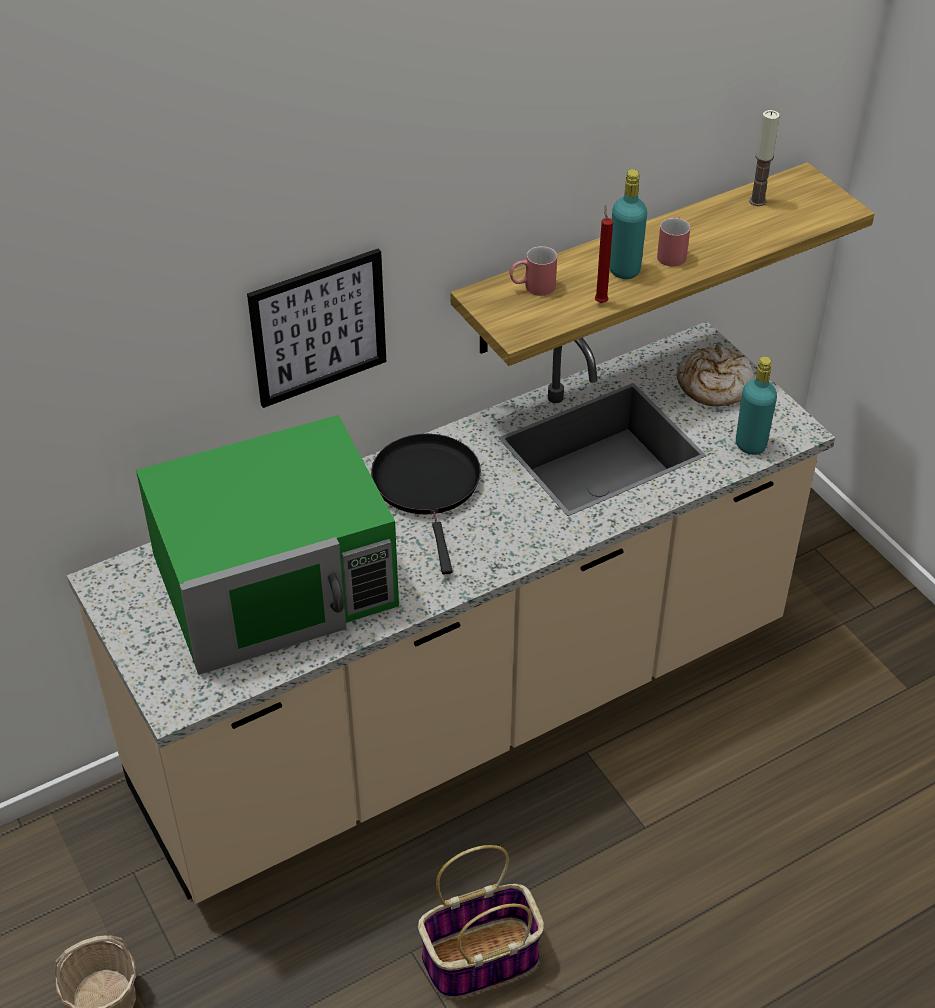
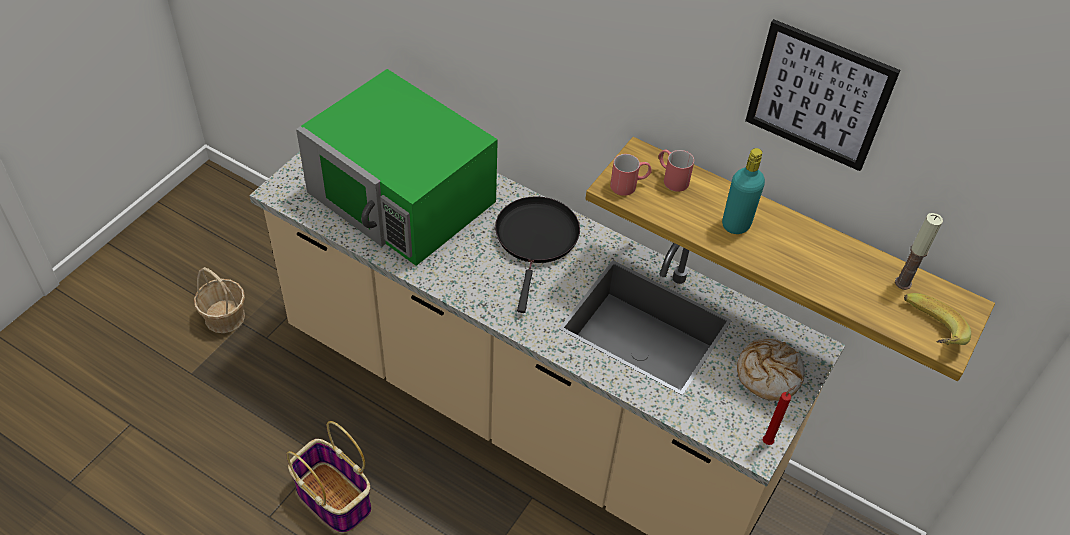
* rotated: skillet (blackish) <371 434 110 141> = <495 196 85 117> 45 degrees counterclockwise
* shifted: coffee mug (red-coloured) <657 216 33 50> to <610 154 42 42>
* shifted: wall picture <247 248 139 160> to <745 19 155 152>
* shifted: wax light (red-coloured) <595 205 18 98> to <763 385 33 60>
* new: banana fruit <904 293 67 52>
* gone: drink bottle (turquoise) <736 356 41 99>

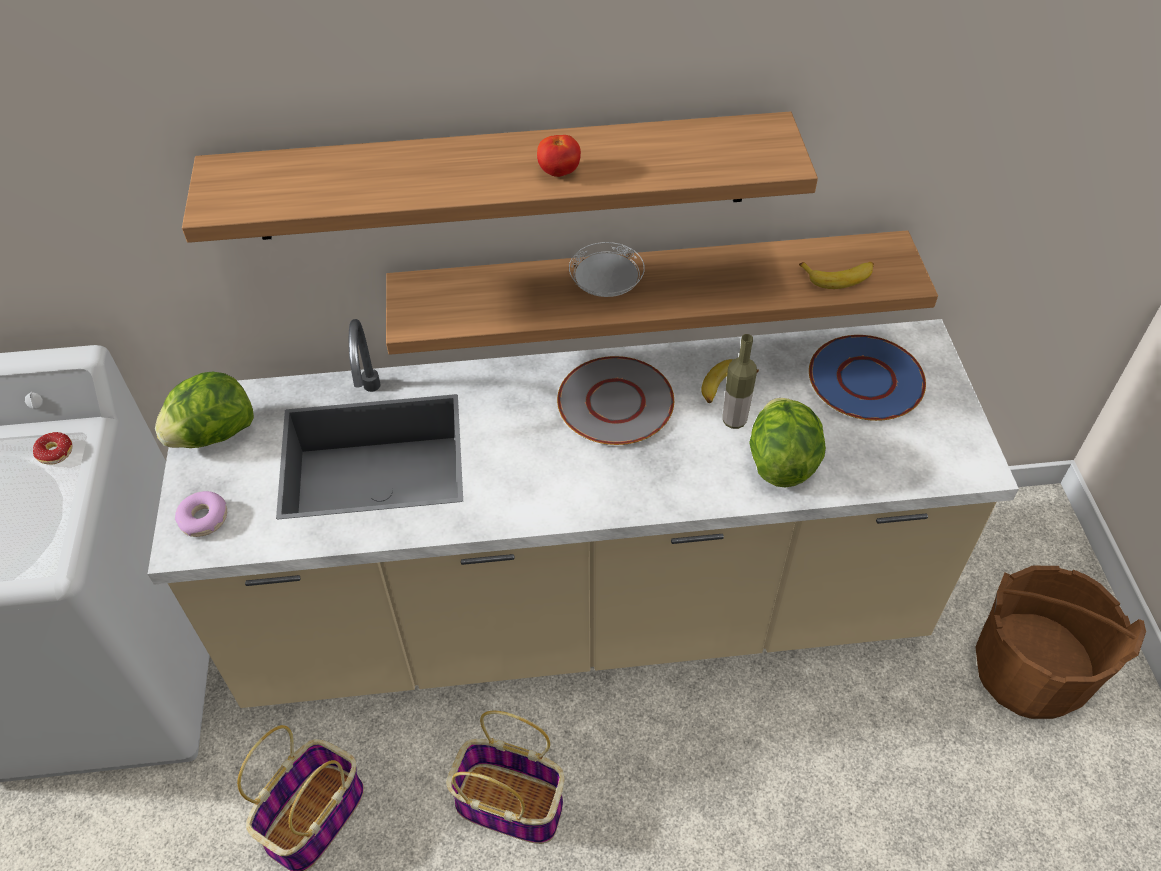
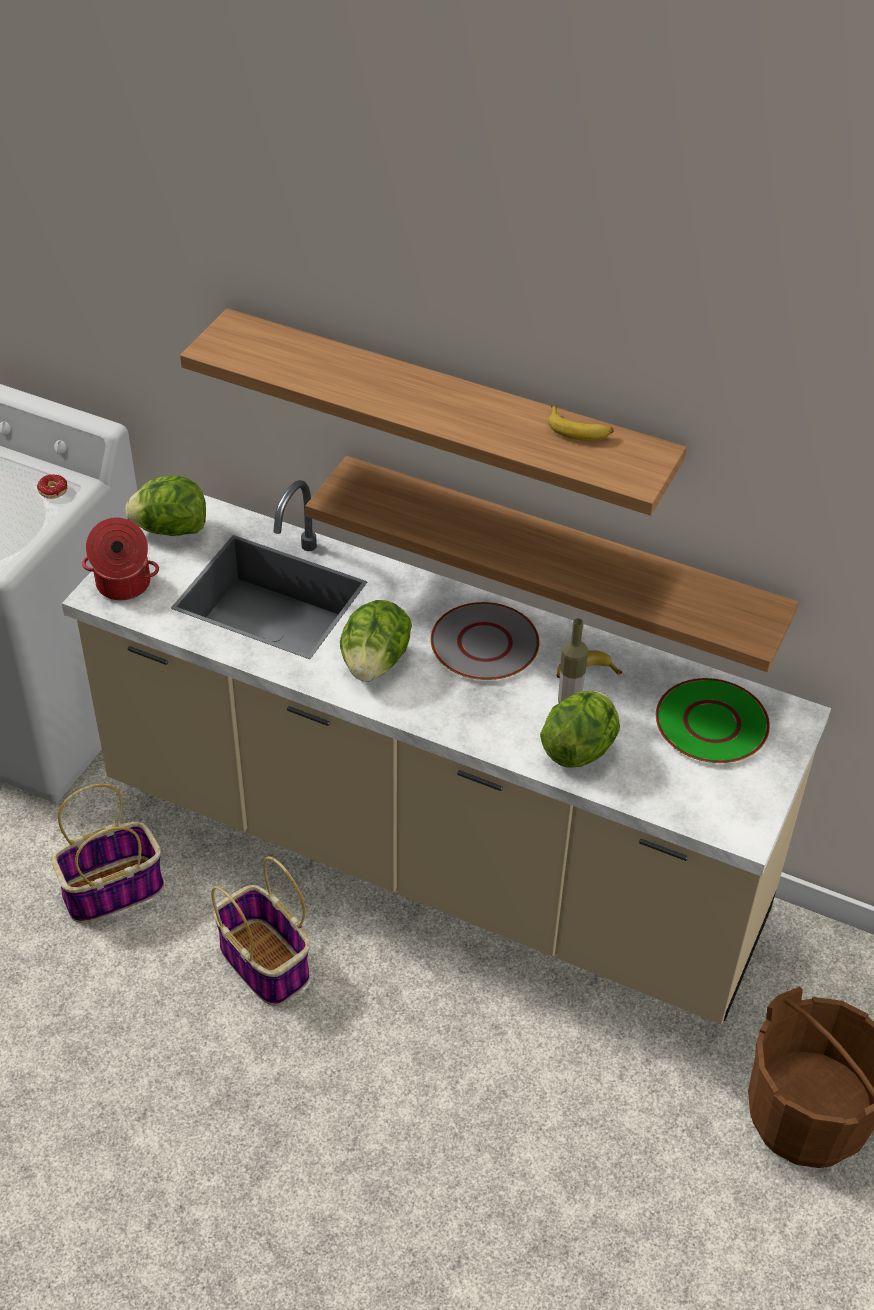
* swapped: ring doughnut <175 491 52 46> to cooking pot <82 518 77 82>
* new: lettuce head <340 600 72 82>
* shifted: banana fruit <799 262 75 27> to <548 405 66 36>
* repainted: dinner plate (blue) <809 335 117 86> to dinner plate (greenish) <656 678 114 85>
* gone: whole tomato <537 135 44 42>
* gone: dinner plate (whitish) <569 242 76 55>

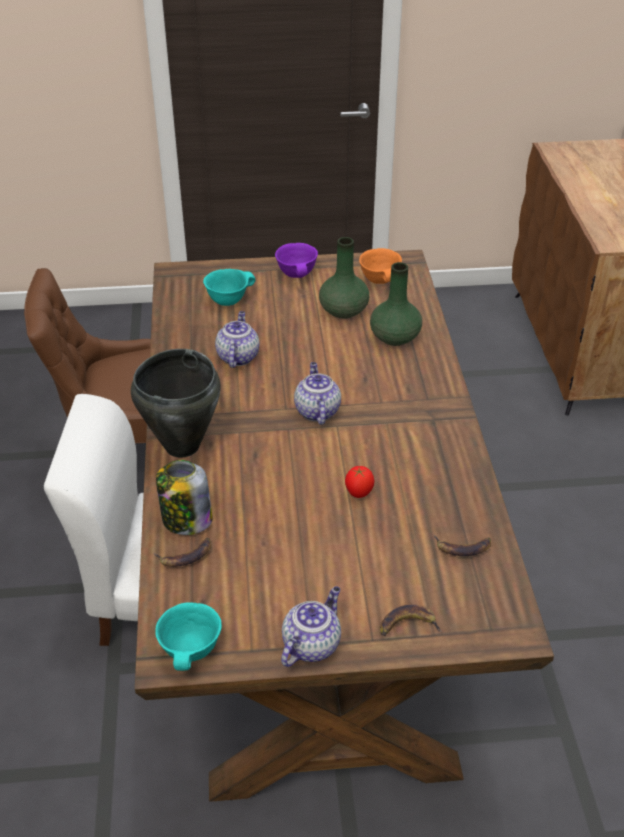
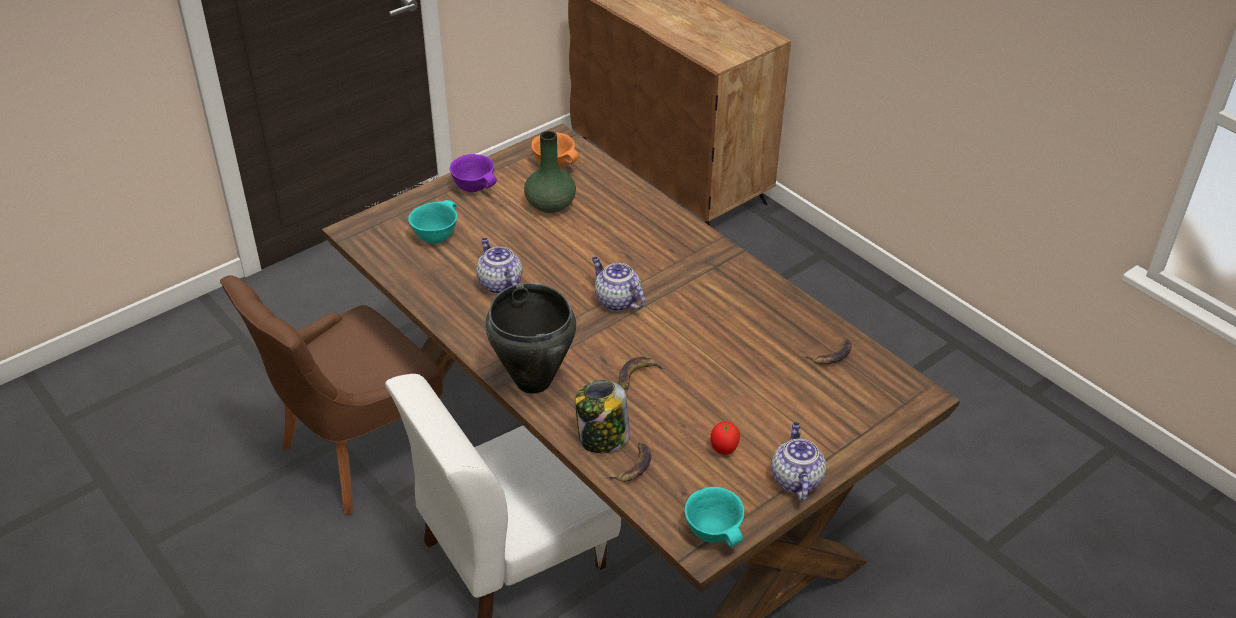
* shifted: banana fruit <380 605 62 31> to <619 356 46 34>
* shifted: whole tomato <345 466 29 32> to <710 422 30 33>
* gone: vase (greenish) <370 262 52 84>

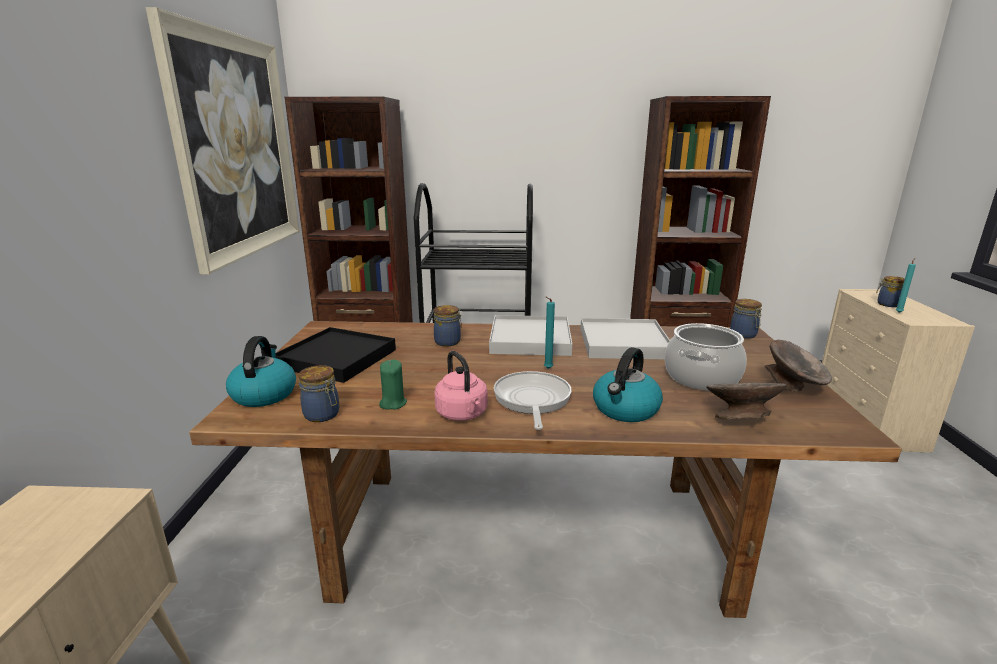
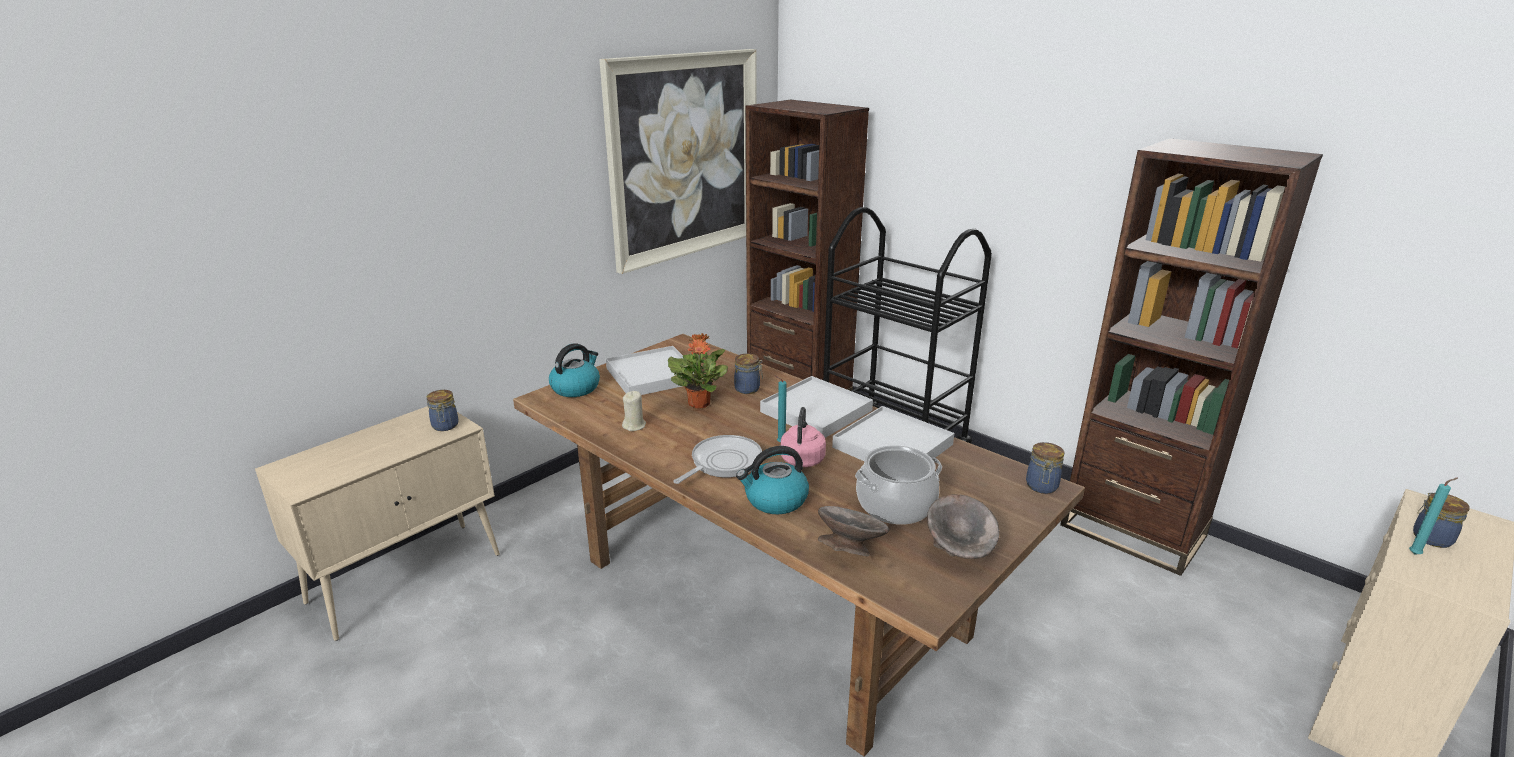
* shifted: preserve jar <298 365 41 57> to <427 390 32 41>
* repainted: tray (blackish) <275 327 121 56> to tray (whitish) <606 346 88 49>
* repainted: wax light (greenish) <379 360 28 50> to wax light (sand-coloured) <622 391 24 40>
* new: potted plant <668 333 60 76>
* shifted: kettle (pink-coloured) <434 351 54 70> to <781 407 45 60>

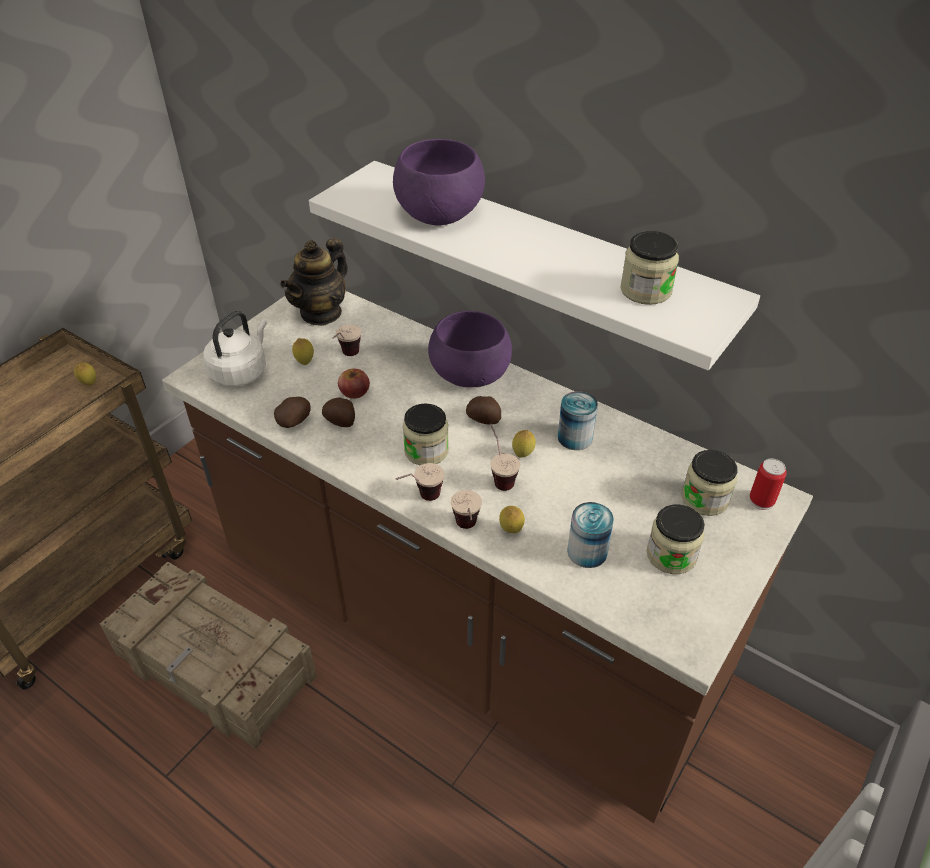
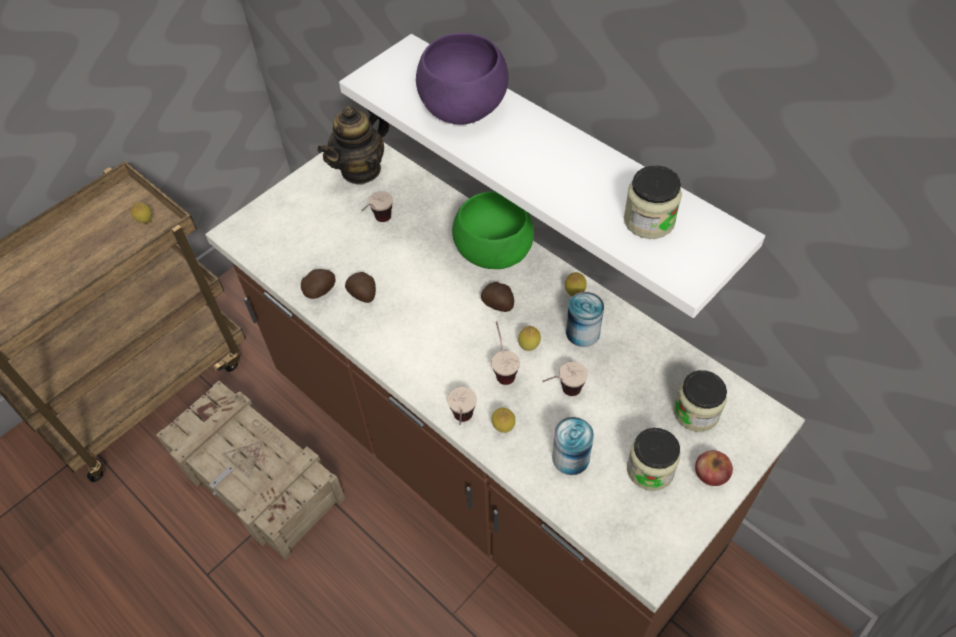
* repainted: bowl (purple-coloured) <428 311 84 76> to bowl (greenish) <452 191 82 78>
* shifted: small cup <396 463 48 38> to <542 362 46 34>
* shifted: lemon <292 338 22 27> to <565 272 22 25>
* shifted: apple <338 369 32 30> to <695 450 38 36>
* gone: kettle (whitish) <203 311 64 76>
* gone: preserve jar <403 403 46 62>
* gone: metal can <749 459 38 51>

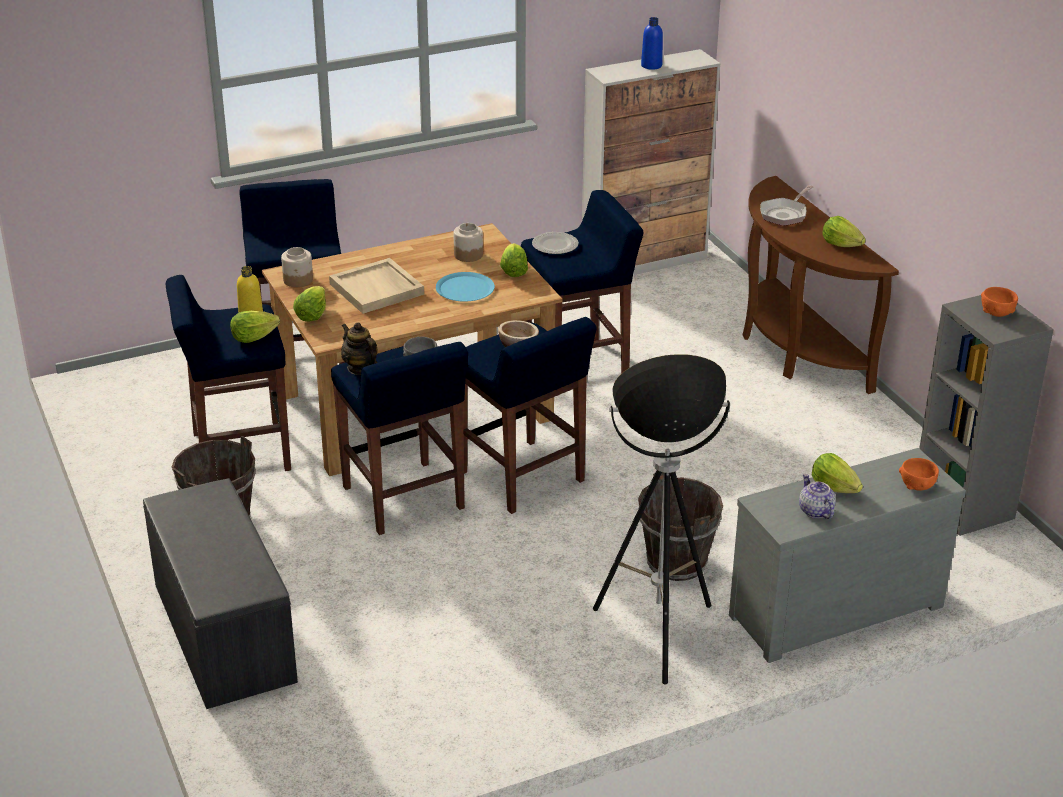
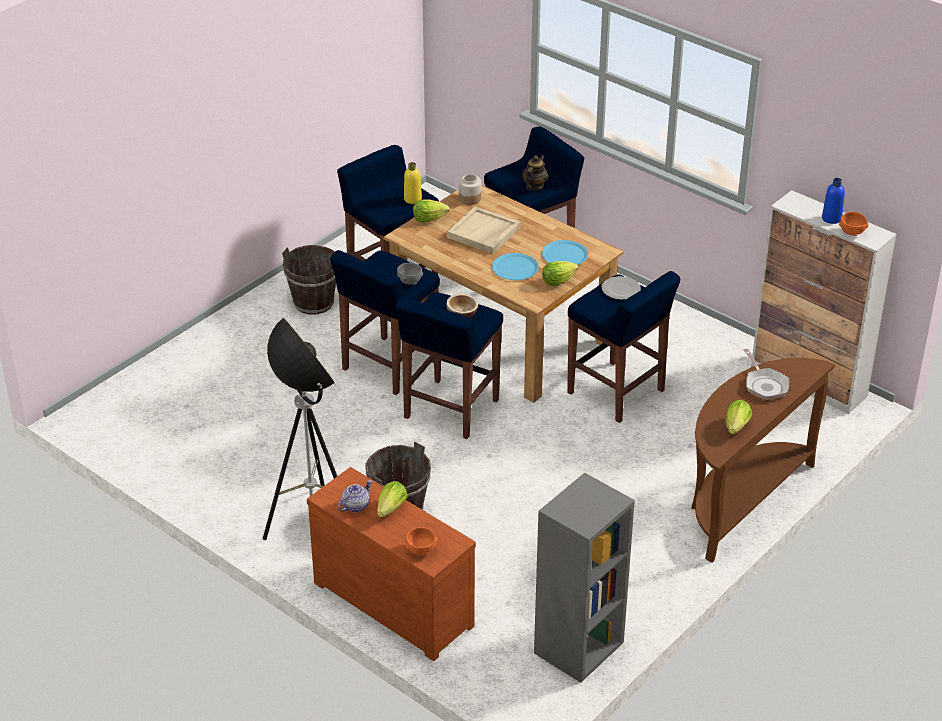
* repainted: dresser (grey) <729 448 237 215> to dresser (brownish) <307 467 169 194>
* shifted: pot for tea <341 322 37 53> to <522 155 26 36>
* swapped: preserve jar <454 223 29 39> to dinner plate (blue) <542 240 46 25>
* rotated: skillet <760 185 53 41> = <743 349 46 51> 120 degrees counterclockwise
* shifted: bowl (orange-coloured) <981 287 37 30> to <839 212 30 24>
* gone: bench (grey) <143 478 155 231>
* gone: lettuce head <230 311 50 32>

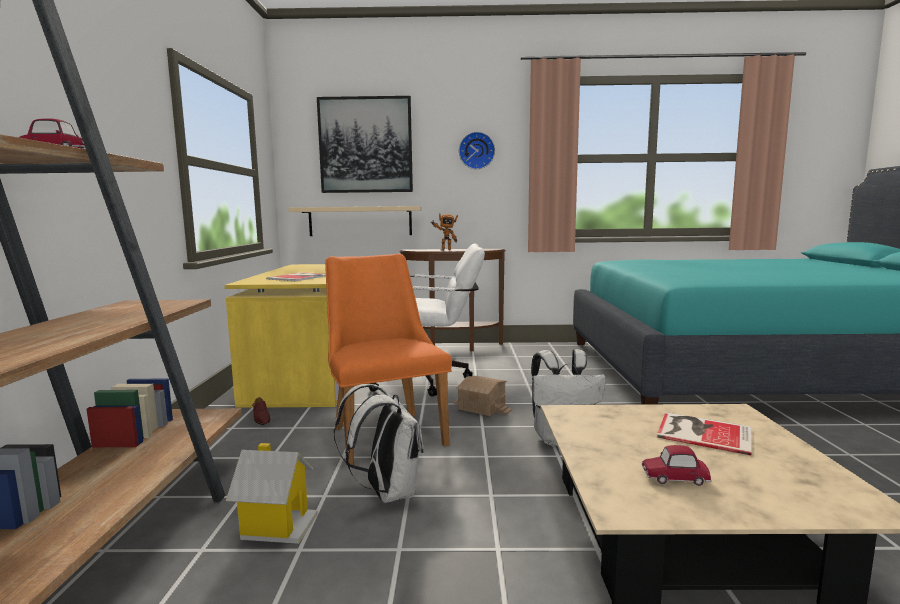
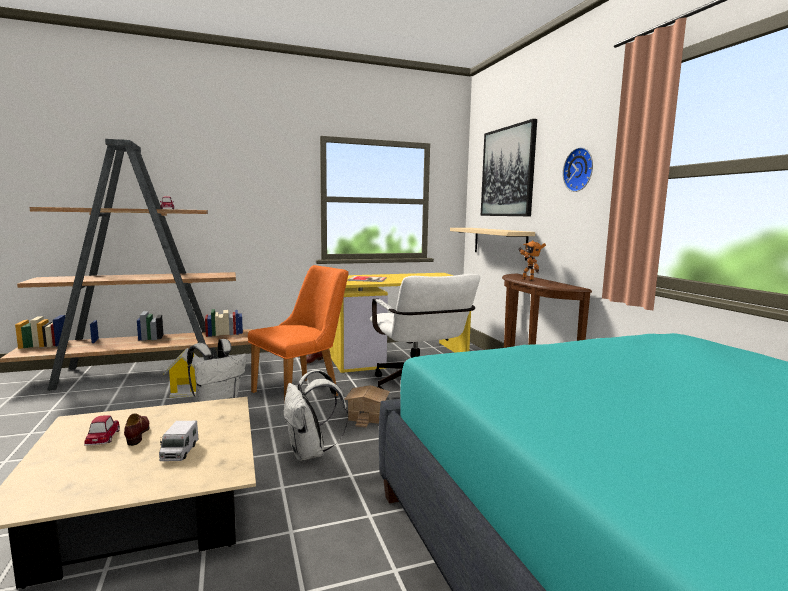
* new: item of footwear (brownish) <124 413 26 33>
* swapped: bound book <657 412 95 43> to model truck <159 421 40 40>

